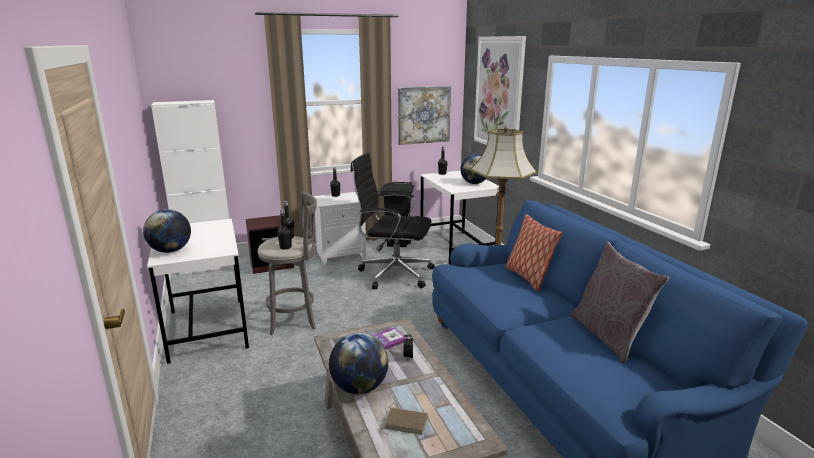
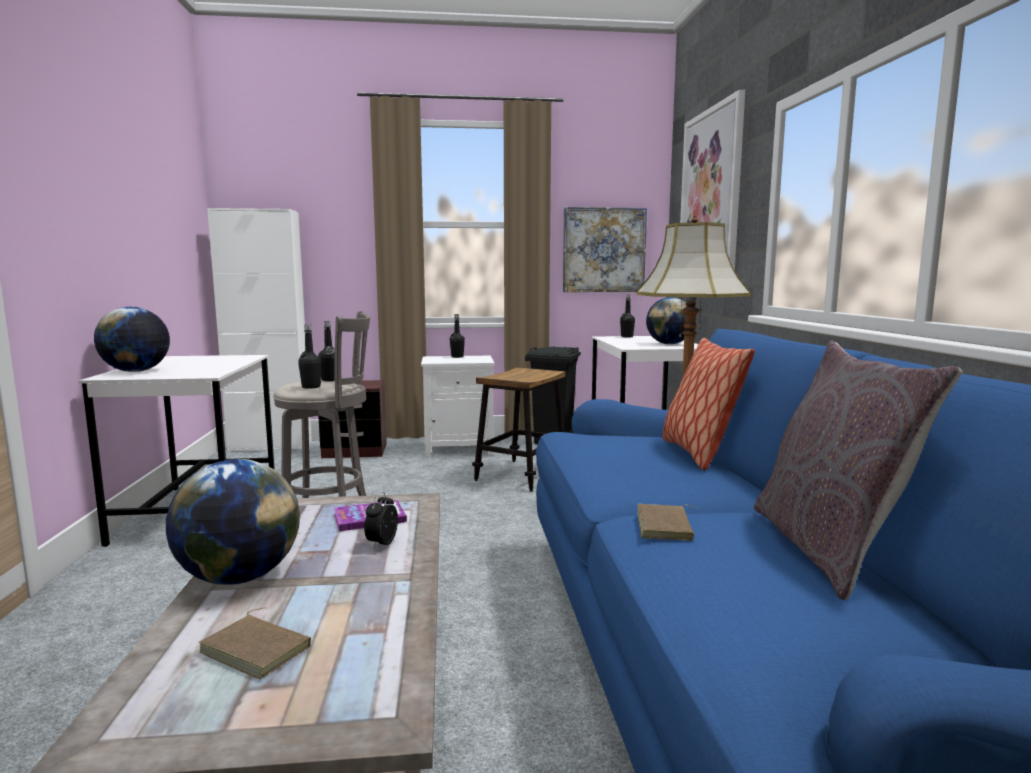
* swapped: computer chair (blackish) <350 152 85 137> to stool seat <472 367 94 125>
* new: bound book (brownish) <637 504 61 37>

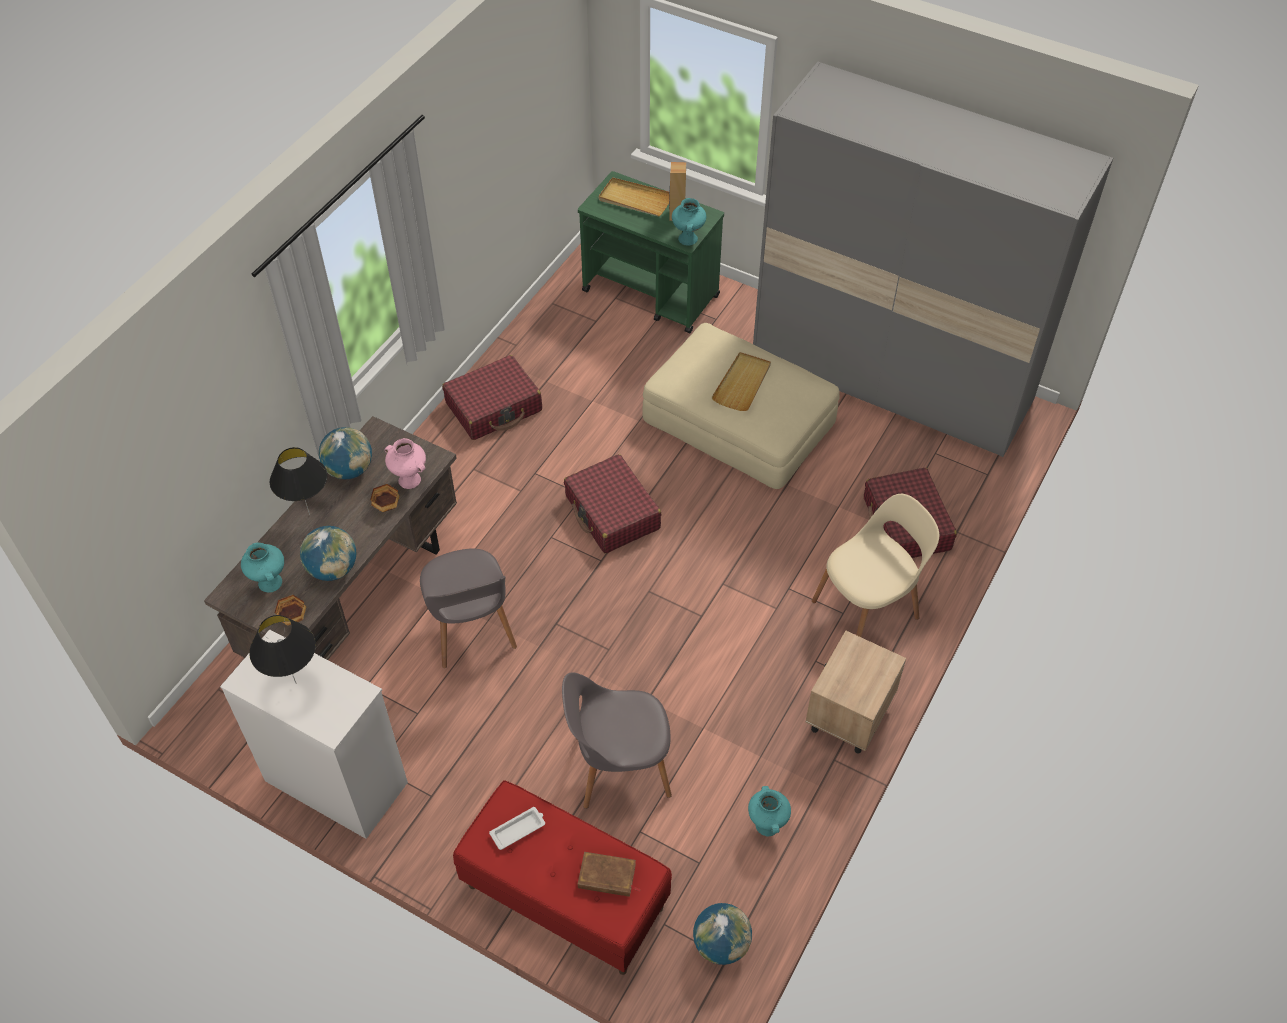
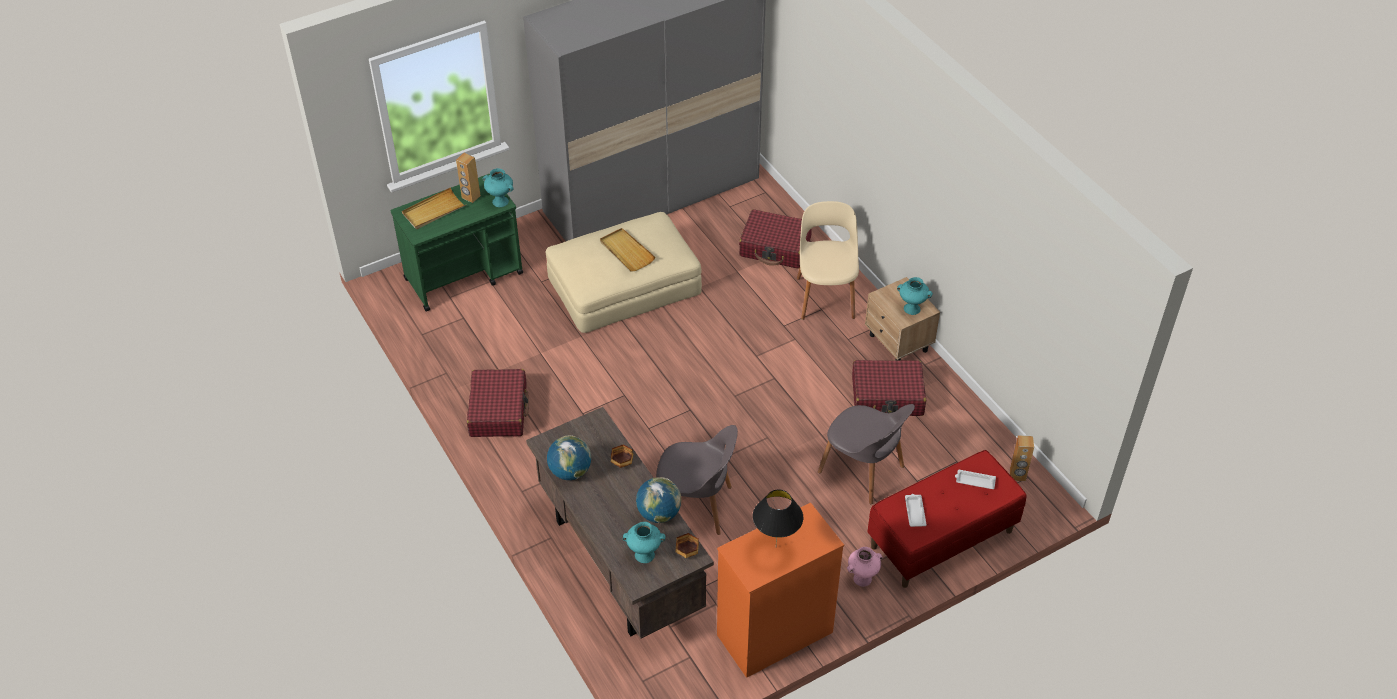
* repainted: dresser (whitish) <220 629 188 210> to dresser (orange-coloured) <717 503 127 175>
* rotated: chair (grey) <562 672 110 137> = <818 404 97 100> 75 degrees counterclockwise
* shifted: vase (pink-coloured) <384 438 42 51> to <847 547 36 40>
* shifted: suitcase (red-coloured) <564 454 97 100> to <852 360 74 56>
* shifted: vase (turquoise) <748 786 43 50> to <897 277 36 38>
* swapped: bound book (brownish) <577 852 64 45> to tray (whitish) <955 470 41 19>
* swapped: world globe <693 903 59 62> to speaker (brownish) <1010 435 24 46>
* gone: table lamp (blackish) <270 447 57 68>

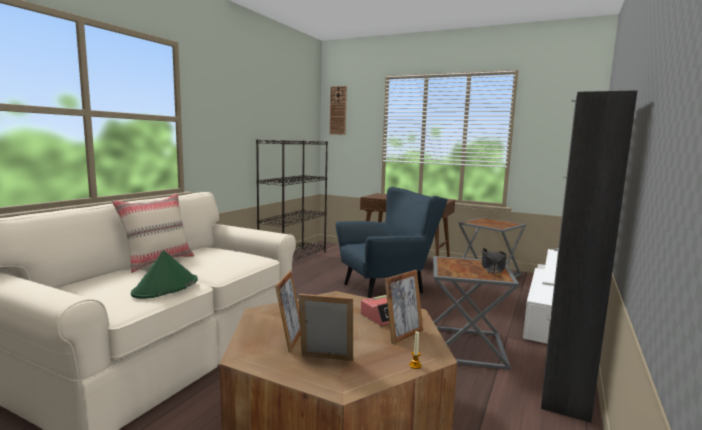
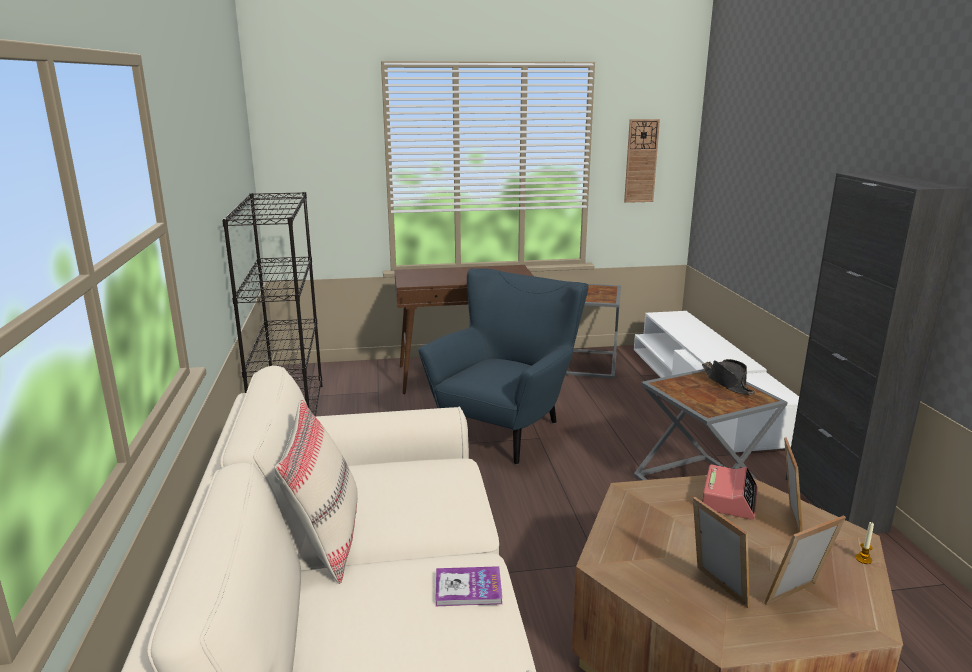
* swapped: wearable hat (greenish) <131 250 67 49> to bound book <435 566 68 40>
* shifted: clock on the wall <330 86 17 49> to <624 119 36 84>

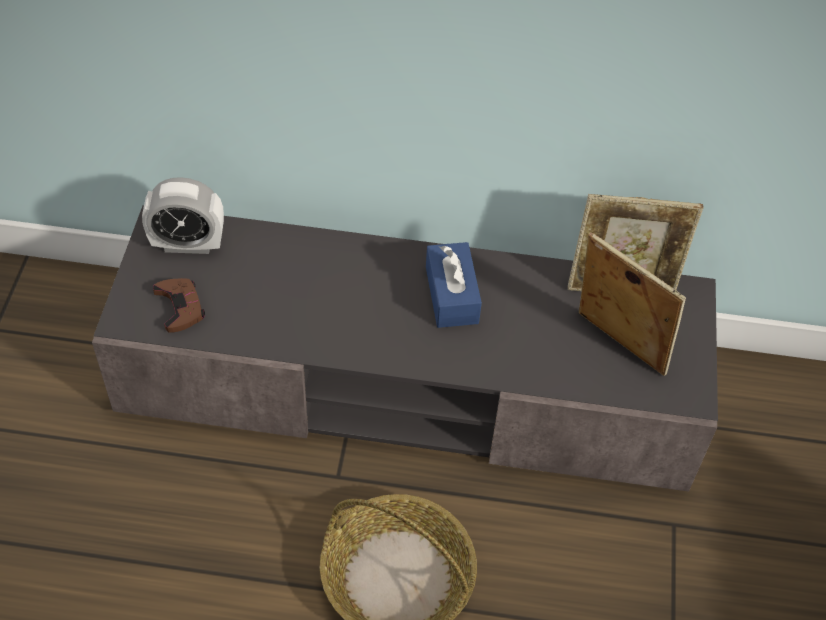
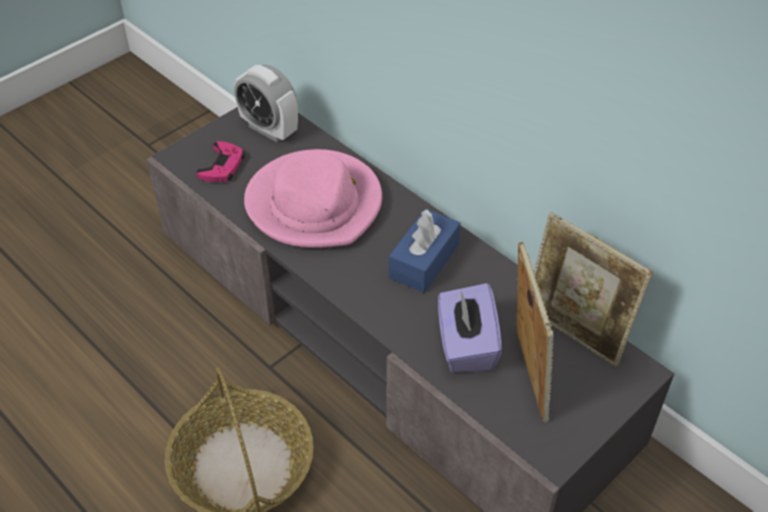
* repainted: gamepad (brownish) <153 278 52 55> to gamepad (pink-coloured) <196 141 49 41>
* new: wearable hat (pink-coloured) <244 149 138 99>
* new: box of tissues (purple-coloured) <438 283 64 90>

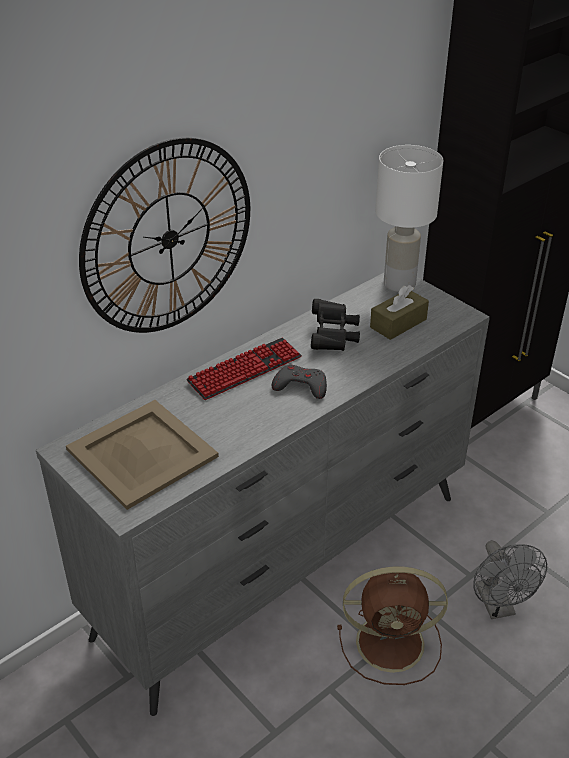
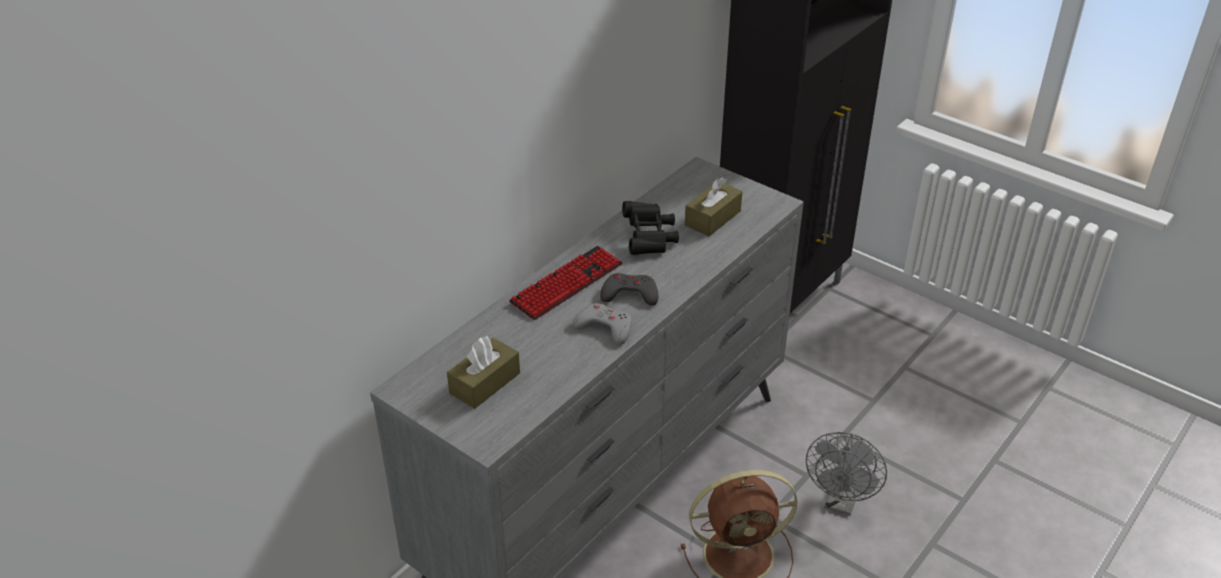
* swapped: tray (sand-coloured) <66 400 153 110> to box of tissues (brownish) <447 336 73 73>
* new: gamepad (grey) <572 303 60 42>
* rotated: fan (grey) <473 540 74 79> = <806 432 81 84> 45 degrees clockwise
* gone: clock on the wall <79 138 171 195>
* gone: table lamp (whitish) <375 145 68 147>

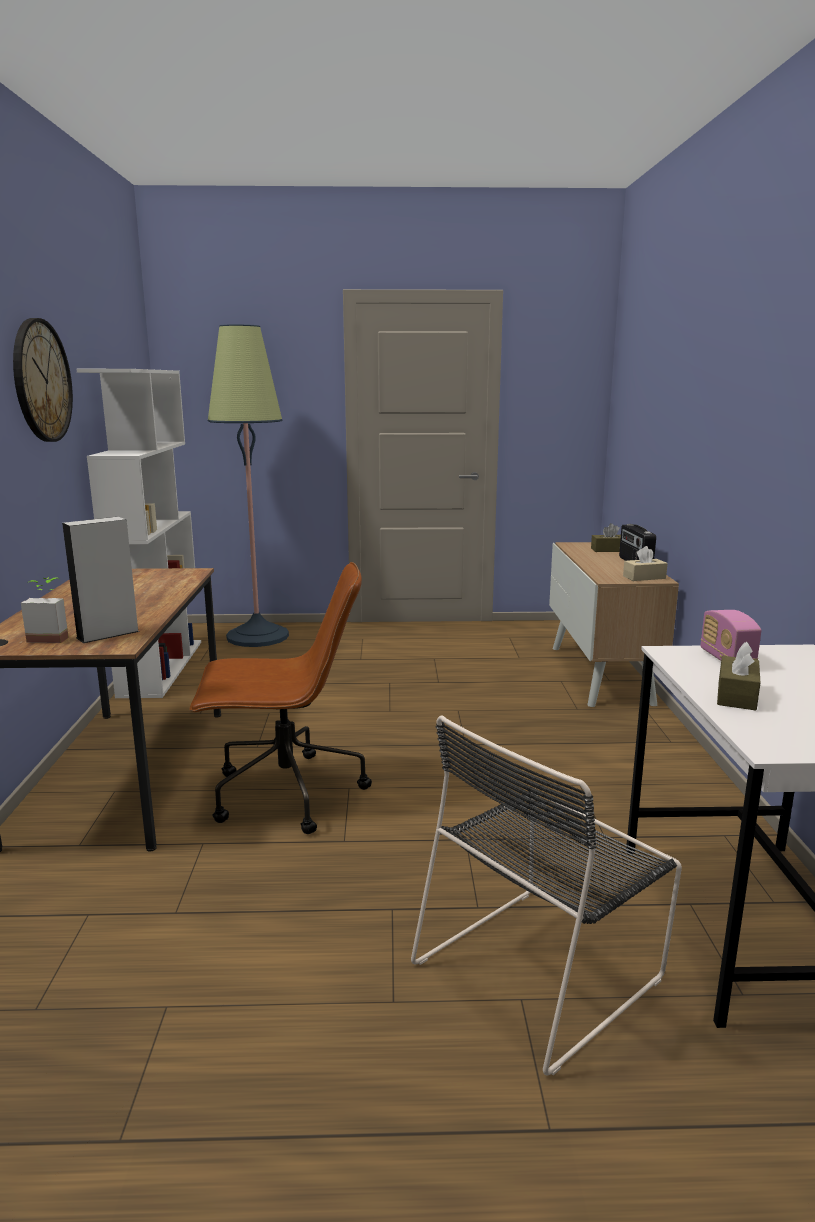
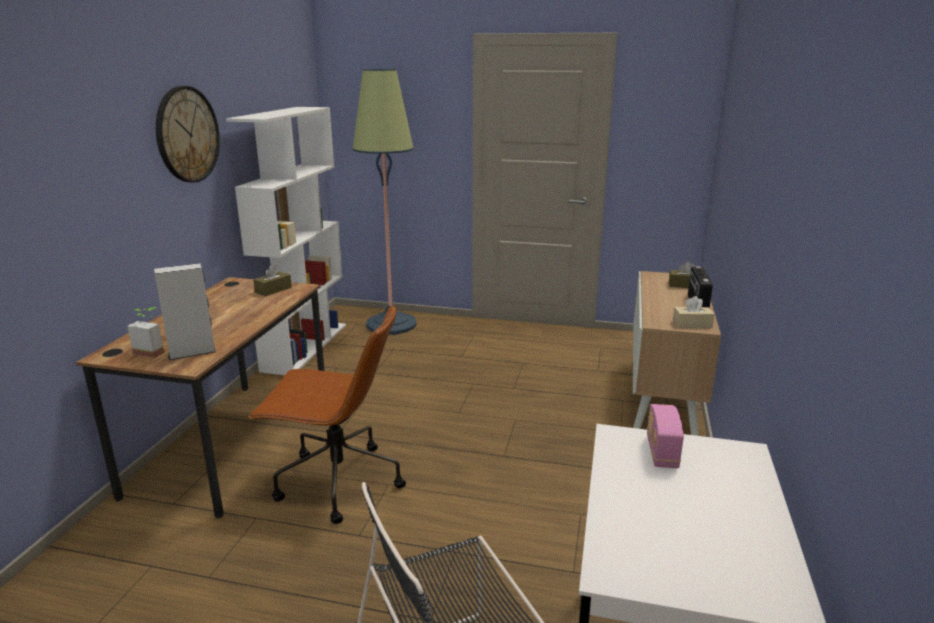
* shifted: box of tissues (brownish) <717 642 44 68> to <253 264 39 32>

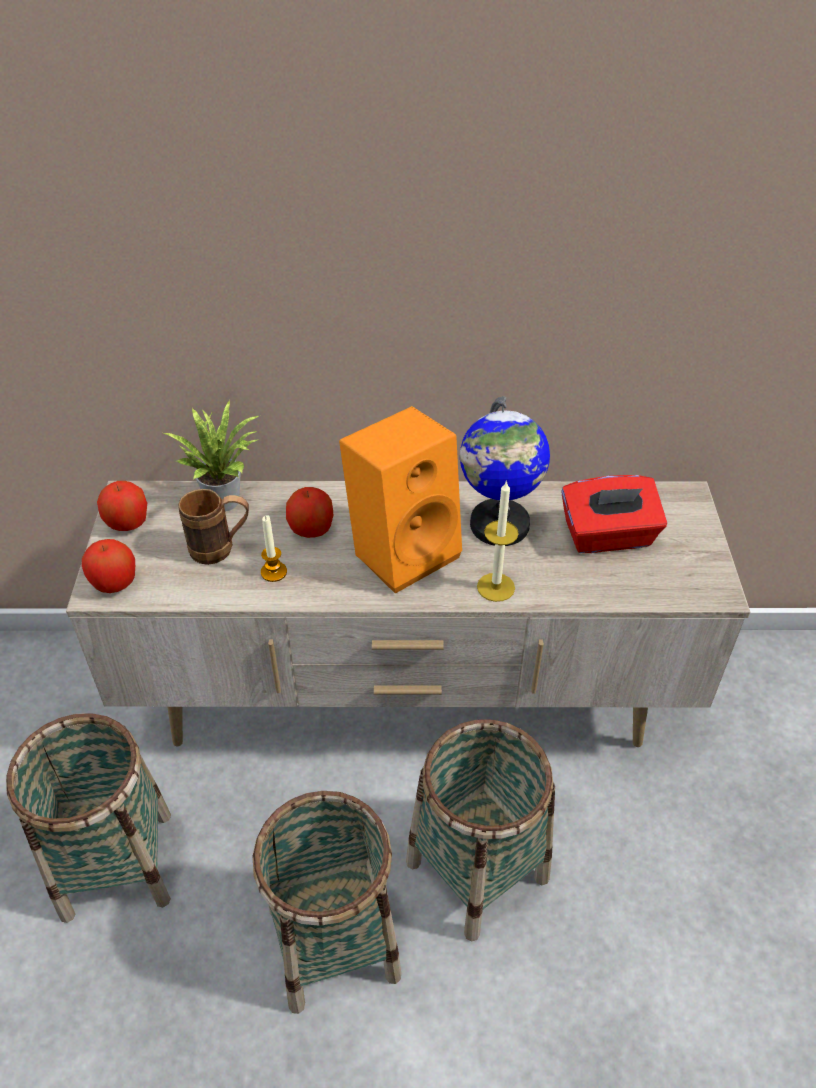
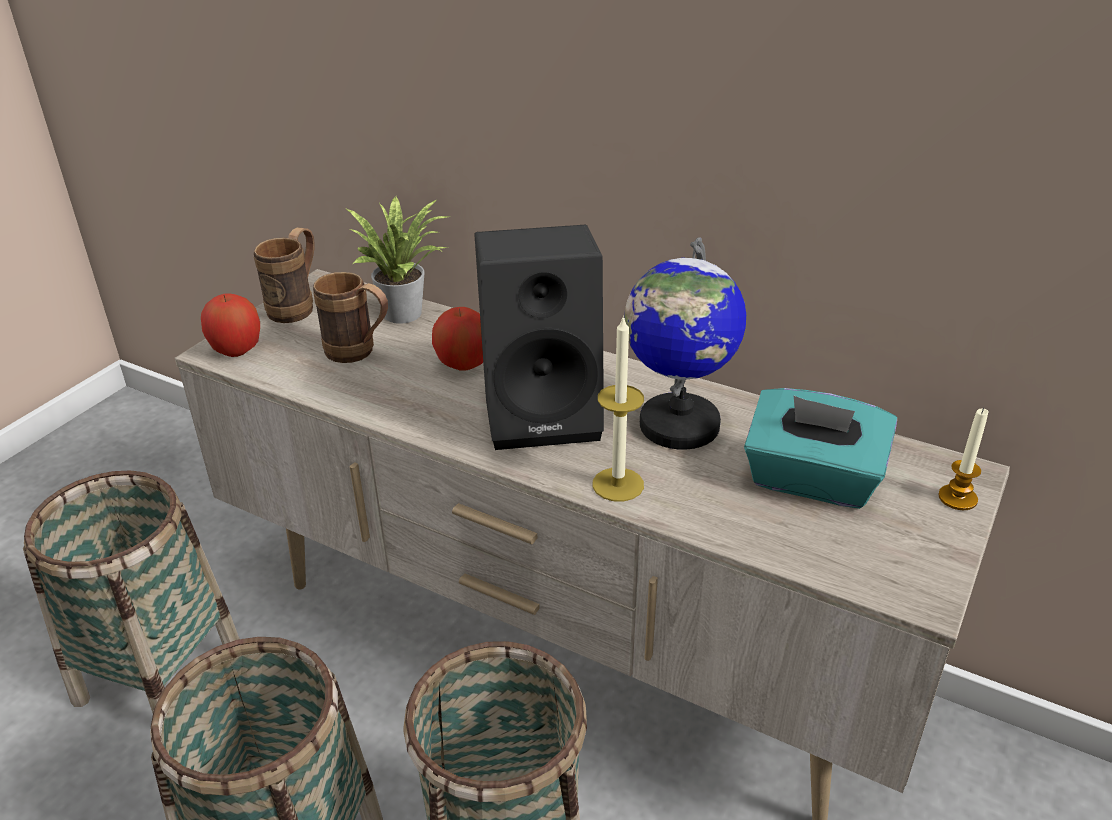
* swapped: apple <97 481 50 50> to coffee mug (brownish) <254 228 61 95>
* repainted: speaker (orange-coloured) <339 406 123 188> to speaker (blackish) <474 225 130 225>
* repainted: box of tissues (red-coloured) <561 475 106 78> to box of tissues (turquoise) <744 388 153 121>
* shifted: wax light <261 515 26 67> to <938 408 51 102>

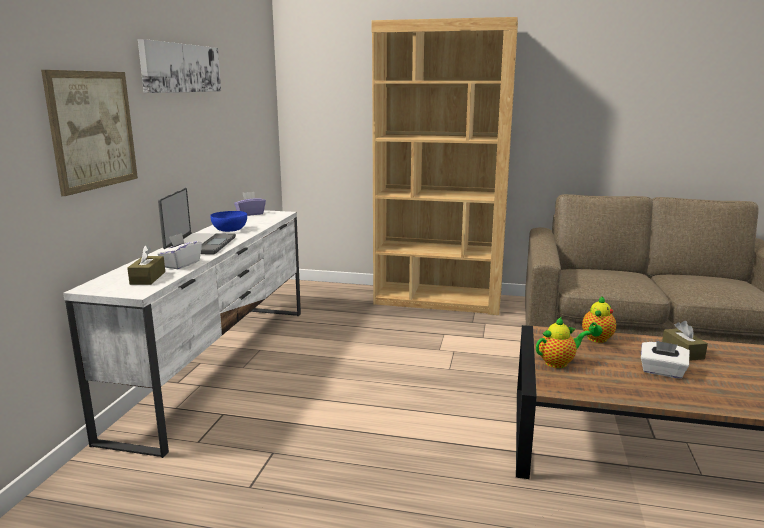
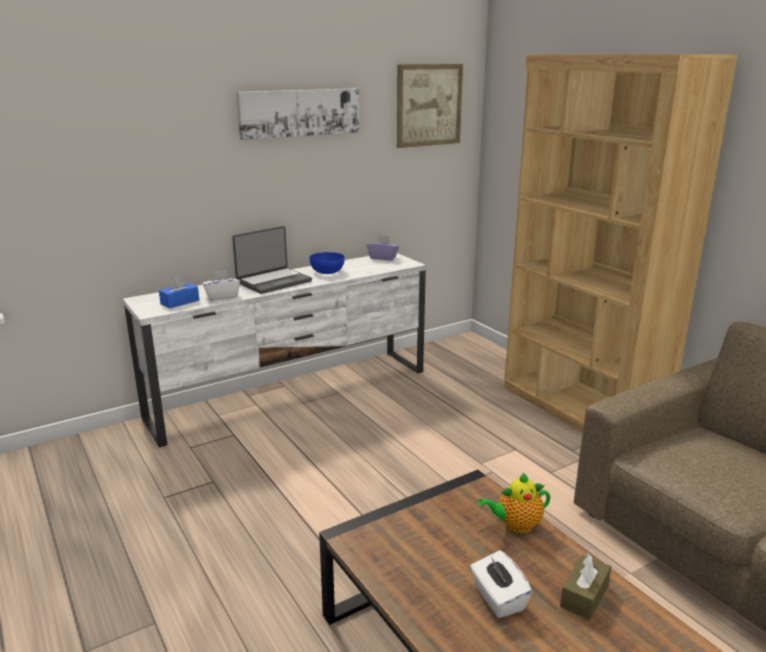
* repainted: box of tissues (brownish) <127 245 38 40> to box of tissues (blue) <159 275 40 34>
* shifted: wall picture <41 70 97 126> to <397 64 66 84>
* gone: pot for tea <536 317 55 51>

